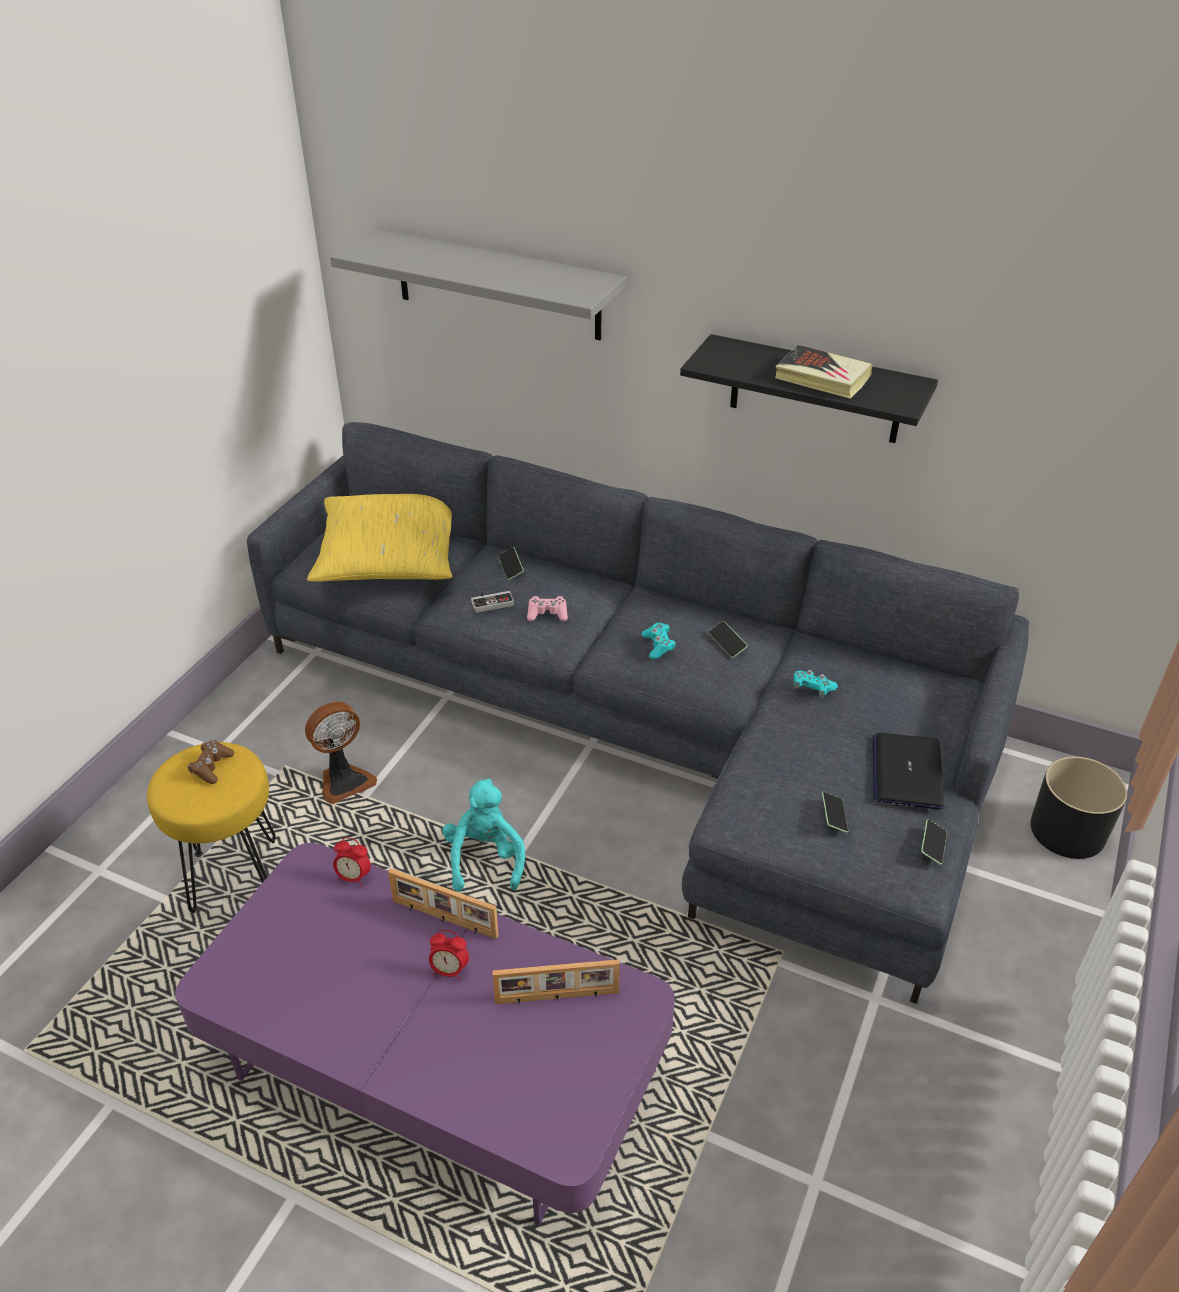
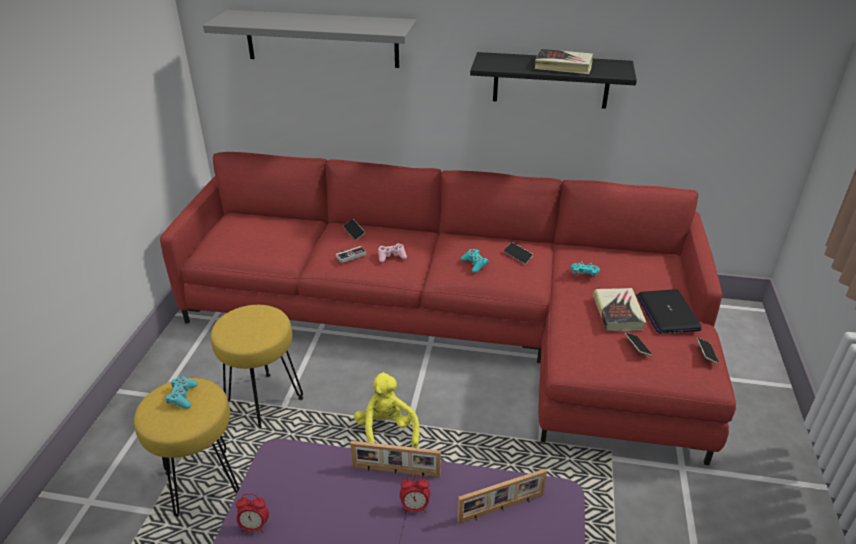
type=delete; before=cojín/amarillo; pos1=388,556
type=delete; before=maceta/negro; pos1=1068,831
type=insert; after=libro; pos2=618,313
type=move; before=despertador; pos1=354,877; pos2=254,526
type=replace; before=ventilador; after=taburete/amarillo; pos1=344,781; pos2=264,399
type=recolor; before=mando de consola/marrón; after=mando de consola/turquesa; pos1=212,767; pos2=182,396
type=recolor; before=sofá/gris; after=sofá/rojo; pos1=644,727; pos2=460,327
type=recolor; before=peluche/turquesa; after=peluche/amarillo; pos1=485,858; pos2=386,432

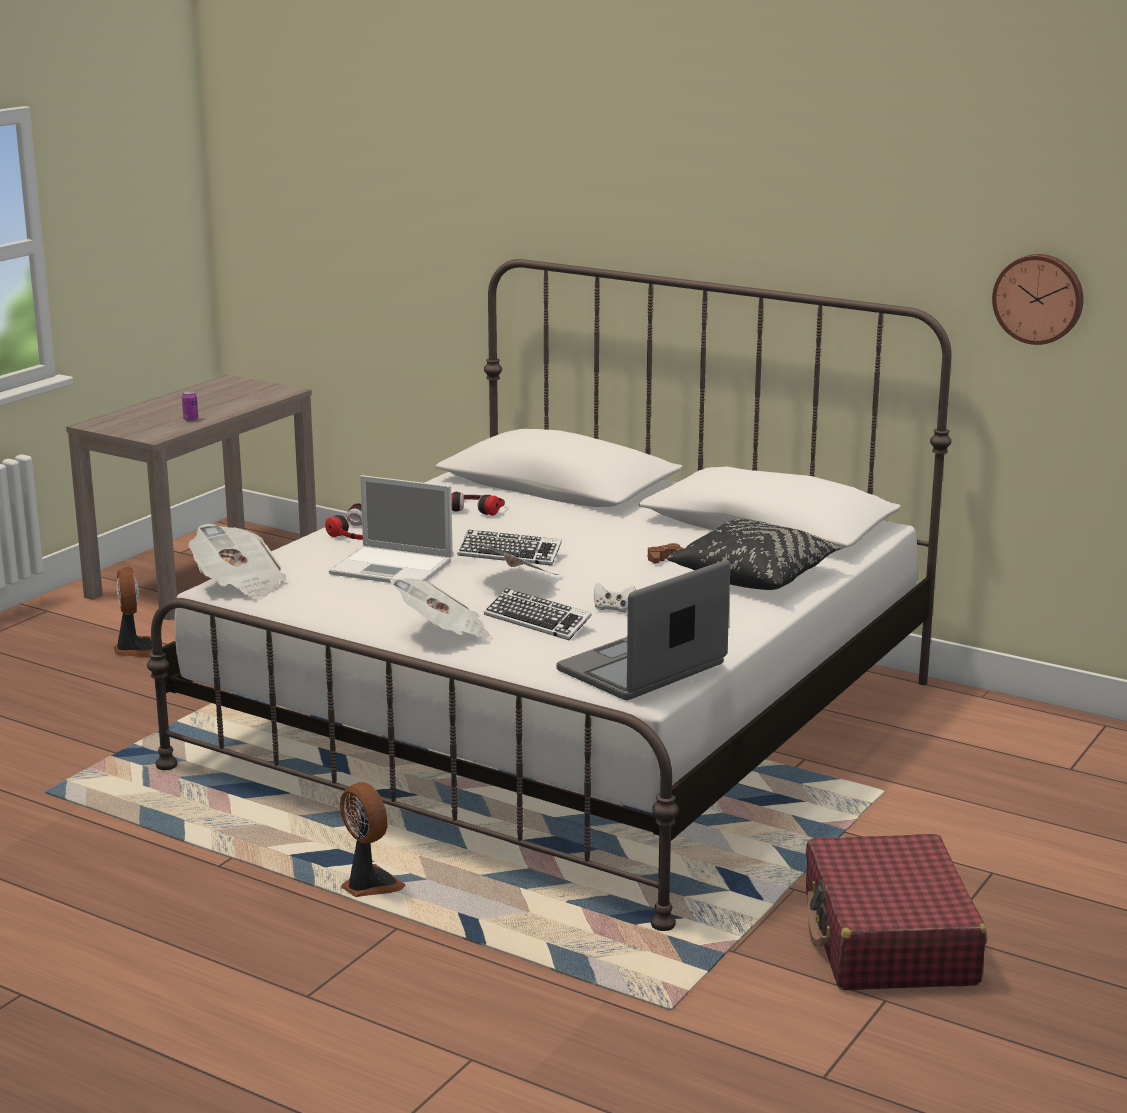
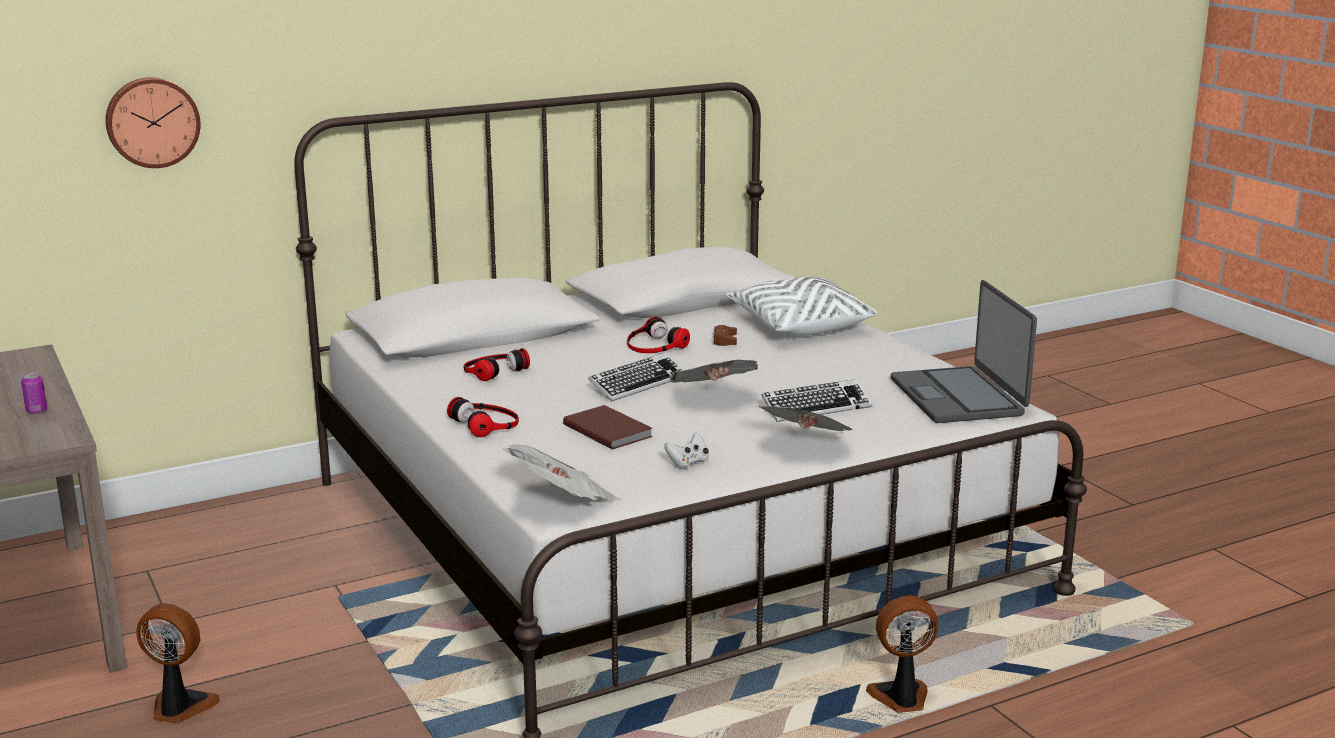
type=delete; before=maleta/rojo; pos1=888,939
type=insert; after=auriculares; pos2=654,345
type=move; before=mando de consola/blanco; pos1=613,609; pos2=688,463
type=move; before=reloj de pared; pos1=1039,298; pos2=152,122
type=replace; before=portátil; after=libro/marrón; pos1=394,567; pos2=608,430
type=recolor; before=cojín/negro; after=cojín/blanco; pos1=754,576; pos2=798,325

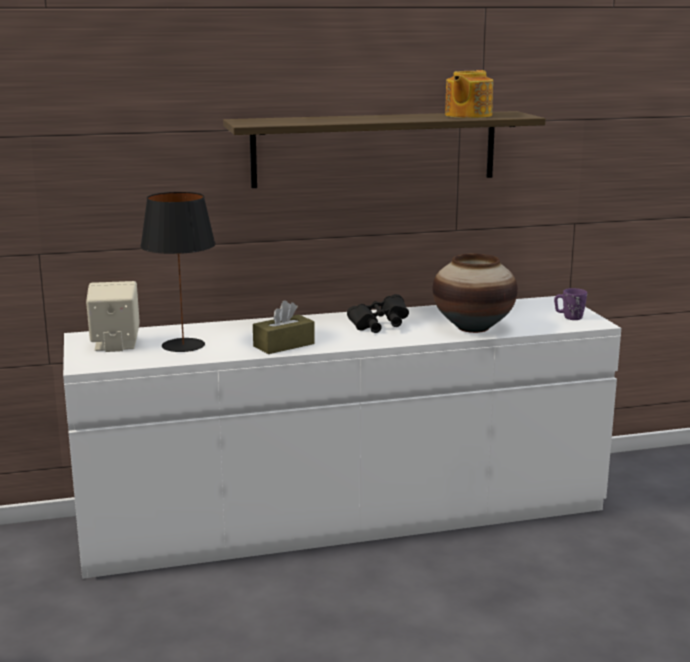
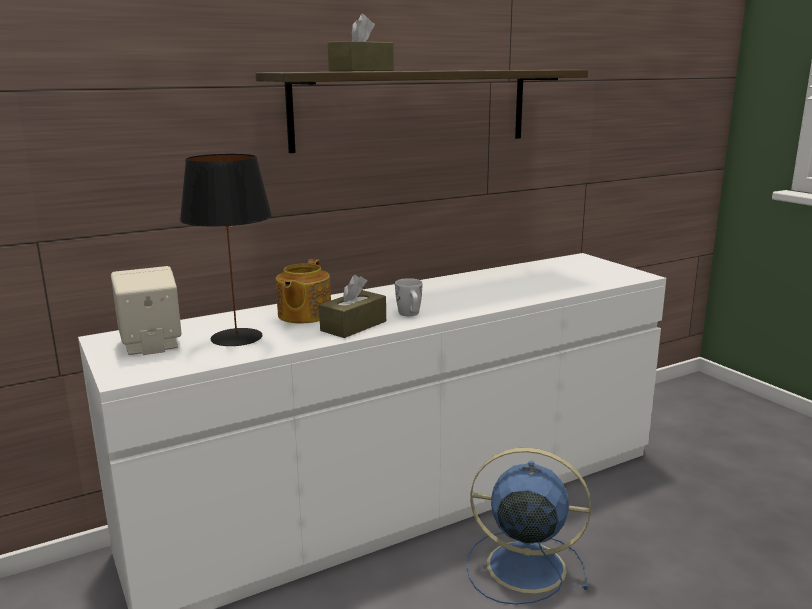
type=delete; before=prismáticos/negro; pos1=379,326
type=delete; before=florero; pos1=472,328
type=delete; before=taza grande/morado; pos1=569,317
type=insert; after=caja de pañuelos/marrón; pos2=361,70
type=insert; after=taza grande/blanco; pos2=410,314
type=insert; after=ventilador/azul; pos2=522,566
type=move; before=tetera; pos1=467,115; pos2=303,315

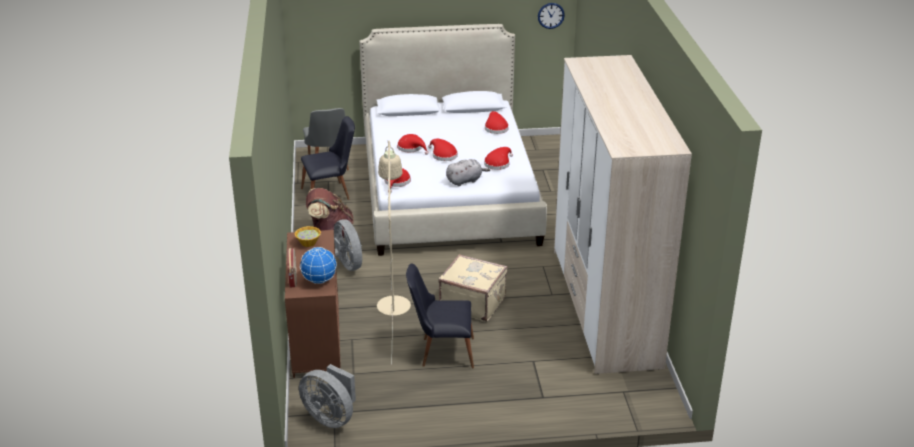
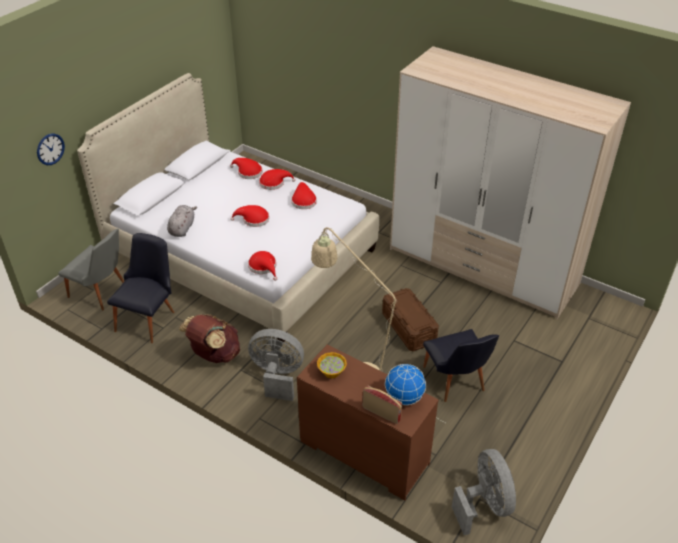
type=move; before=sombrero/rojo; pos1=411,148; pos2=274,183
type=move; before=peluche/gris; pos1=465,181; pos2=182,228
type=move; before=reloj de pared; pos1=551,15; pos2=50,149
type=replace; before=maleta/beis; after=caja de almacenaje/marrón; pos1=472,303; pos2=408,328
type=rotate; before=ventilador/gris; pos1=331,417; pos2=484,504; turn=-90
type=rotate; before=silla/negro; pos1=441,351; pos2=456,383; turn=-60

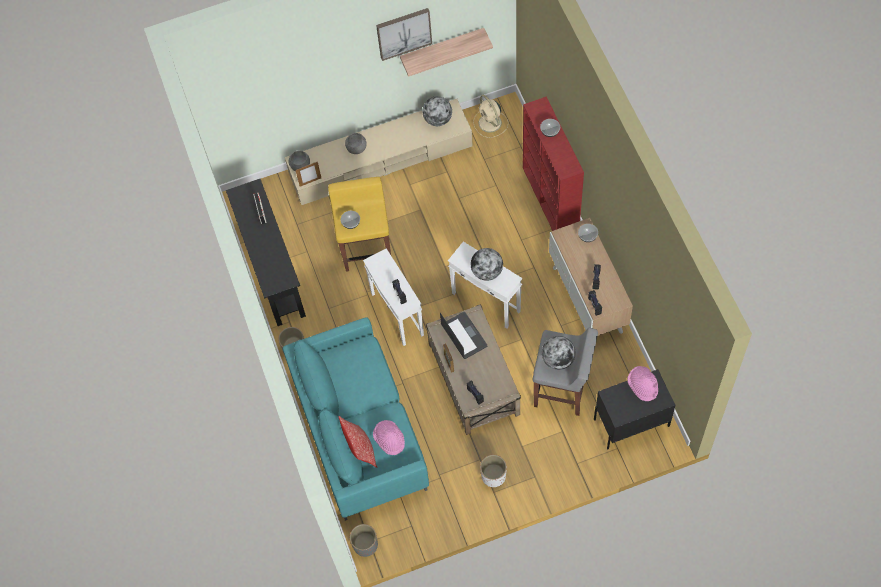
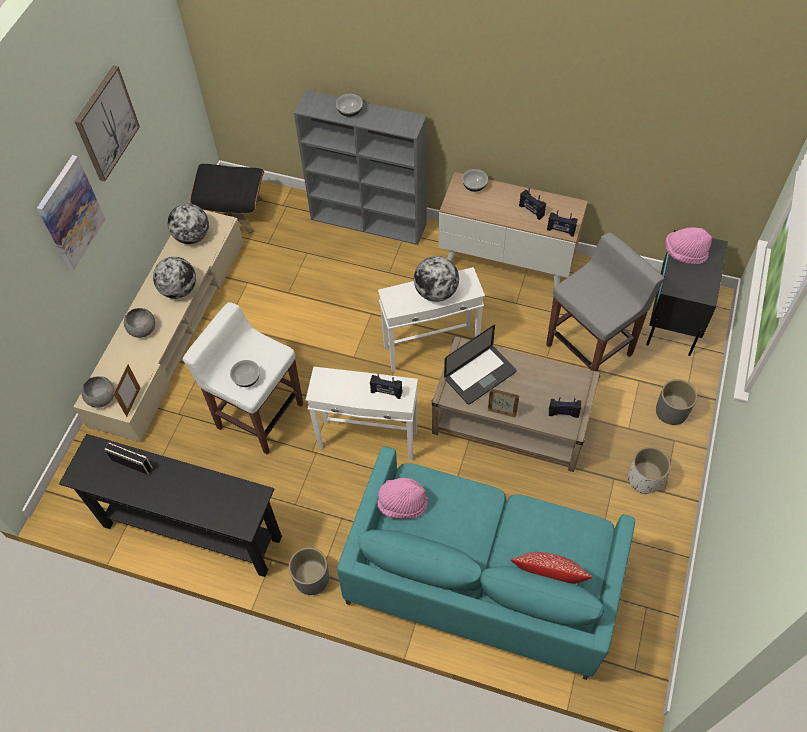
type=delete; before=estante; pos1=442,49
type=insert; after=cuadro; pos2=70,213
type=move; before=maceta/gris; pos1=365,545; pos2=671,412
type=move; before=sombrero/rosa; pos1=389,440; pos2=401,503
type=move; before=globo terráqueo; pos1=558,359; pos2=179,290
type=replace; before=ventilador/beis; after=puf/negro; pos1=490,123; pos2=234,212
type=recolor; before=taburete/amarillo; after=taburete/blanco; pos1=366,248; pos2=259,415
type=recolor; before=estantería/rojo; after=estantería/gris; pos1=551,200; pos2=370,221
type=rotate; before=portátil; pos1=464,336; pos2=480,375; turn=135

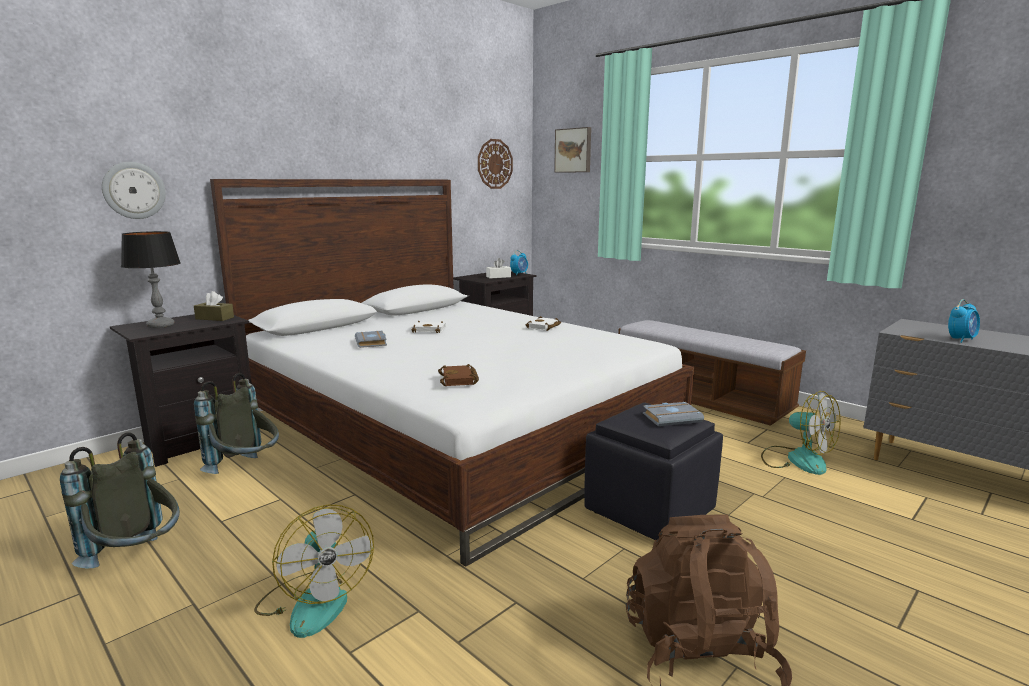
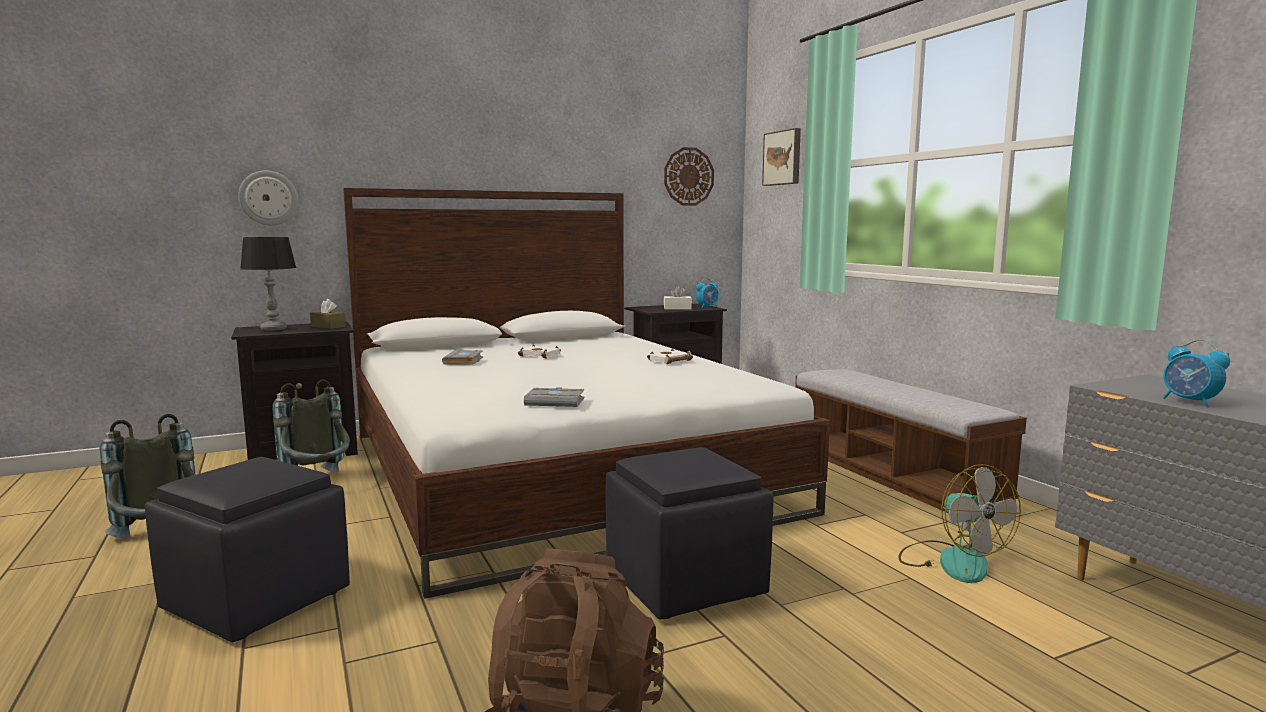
type=delete; before=libro/marrón; pos1=460,380
type=move; before=libro/gris; pos1=672,417; pos2=556,402
type=replace; before=ventilador; after=puf/negro; pos1=314,601; pos2=259,599
type=rotate; before=despertador; pos1=961,340; pos2=1190,402; turn=75

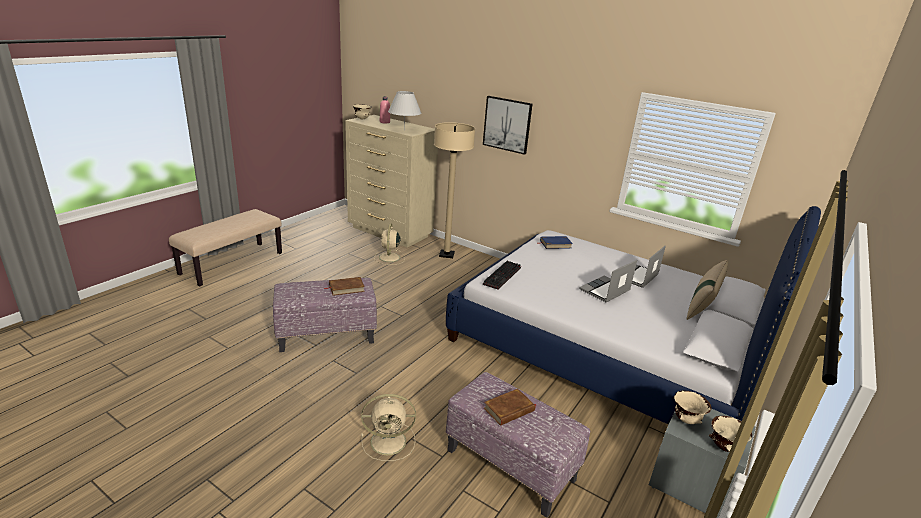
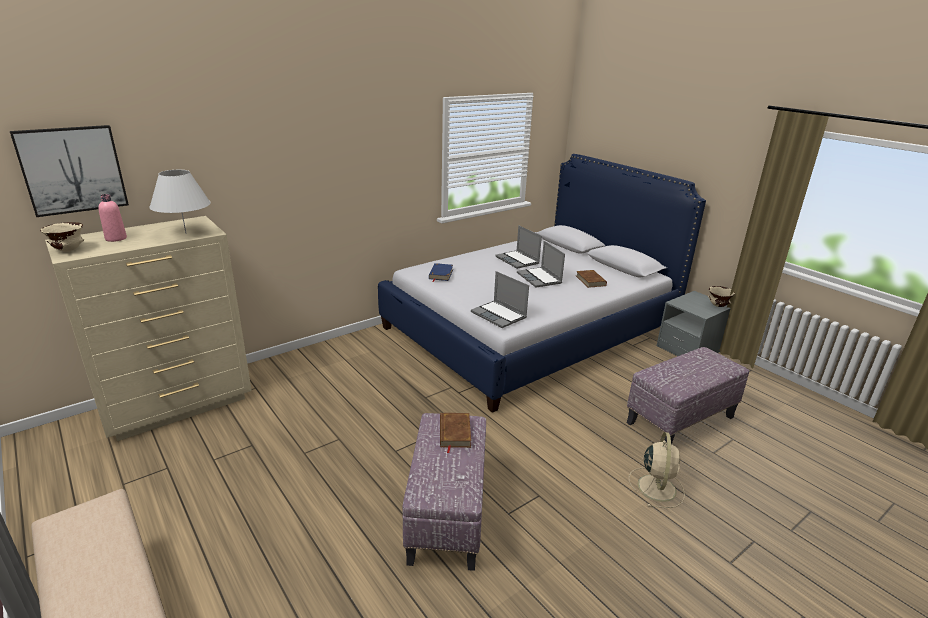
type=delete; before=ventilador/beis; pos1=389,258
type=delete; before=lámpara de pie/beis; pos1=446,254
type=delete; before=cuenco/beis; pos1=686,420
type=delete; before=cojín/beis; pos1=702,305
type=move; before=cuadro; pos1=507,124; pos2=72,170
type=move; before=libro/marrón; pos1=509,410; pos2=590,281
type=replace; before=teclado; after=portátil; pos1=503,276; pos2=499,315

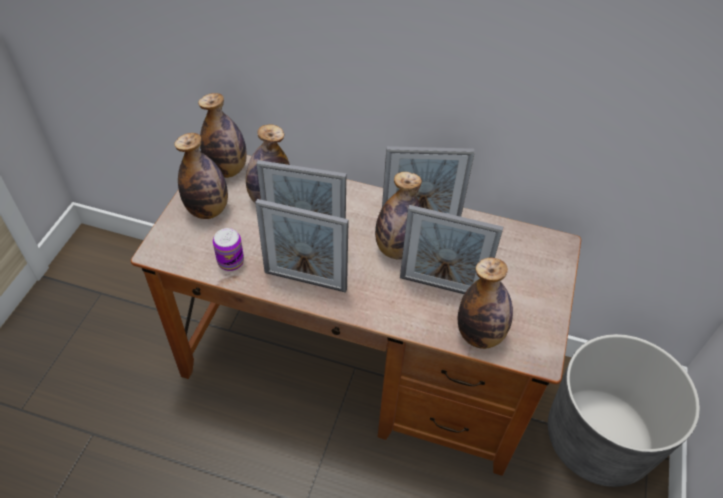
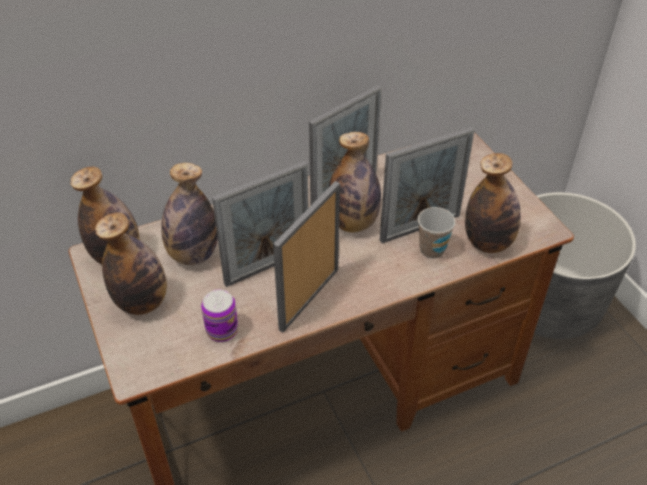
type=insert; after=taza; pos2=432,250
type=rotate; before=portarretratos; pos1=305,281; pos2=309,299; turn=150

